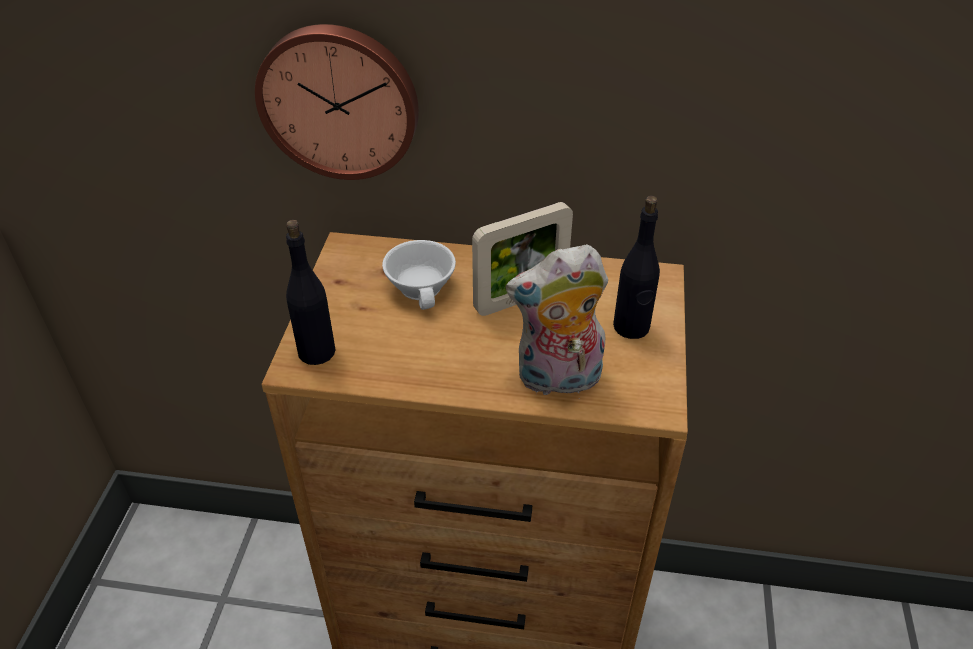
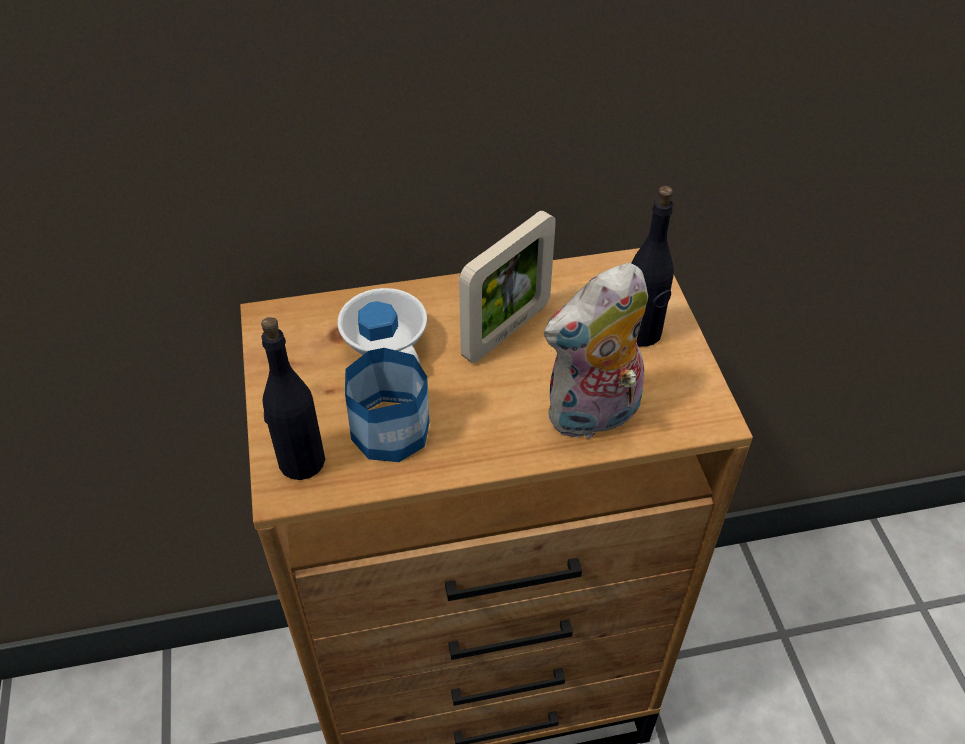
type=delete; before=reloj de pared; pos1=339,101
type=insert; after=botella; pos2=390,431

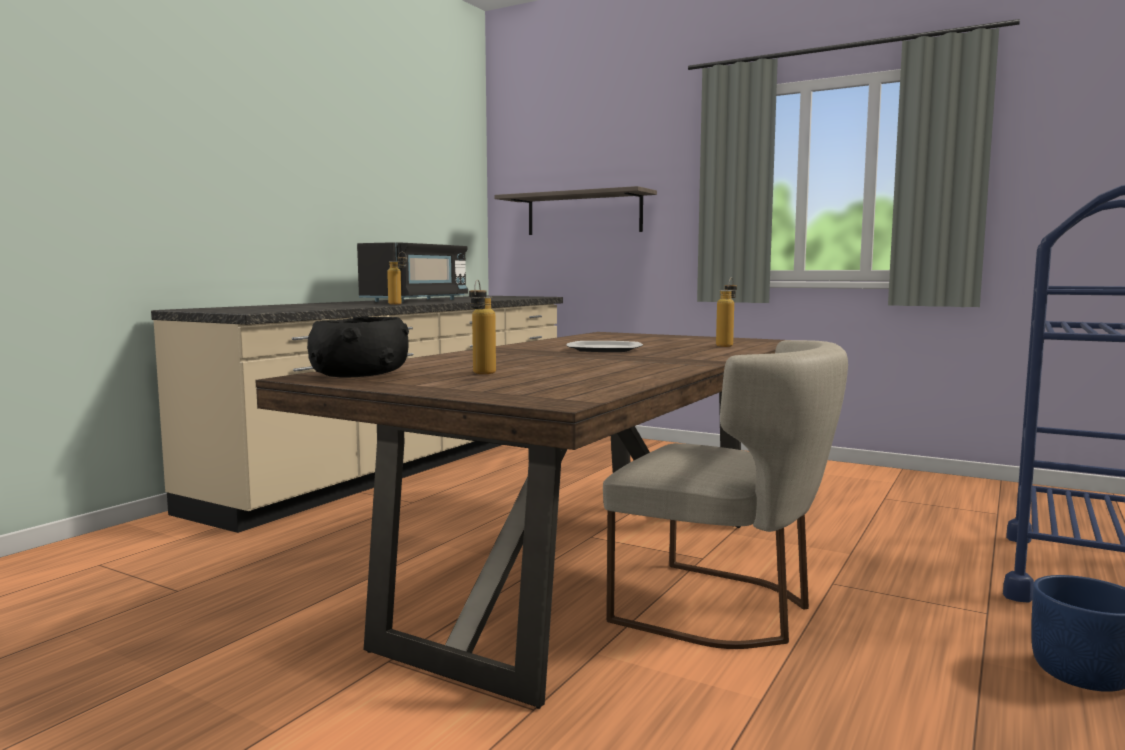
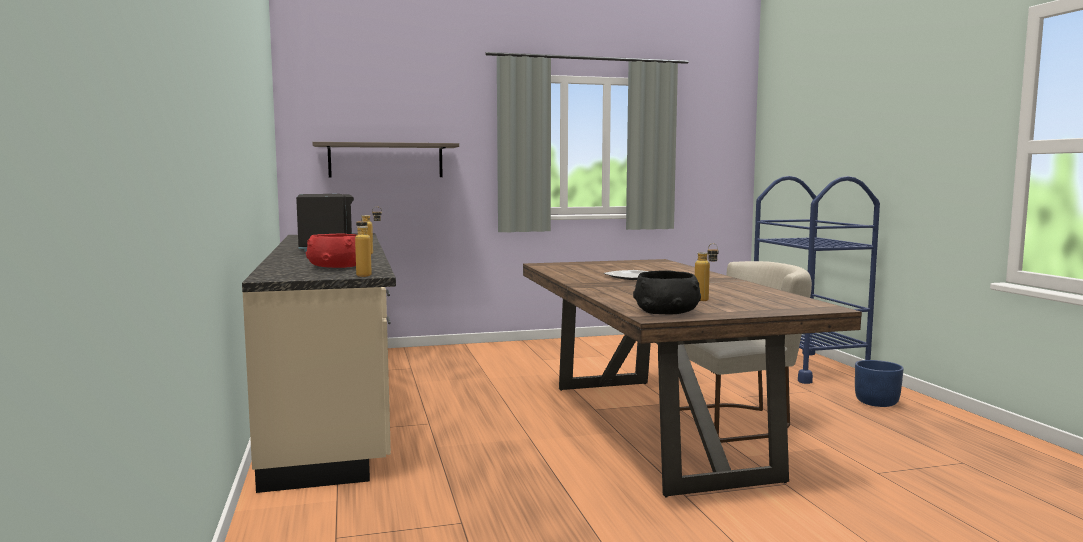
type=insert; after=cuenco/rojo; pos2=335,267
type=move; before=botella; pos1=726,345; pos2=363,275

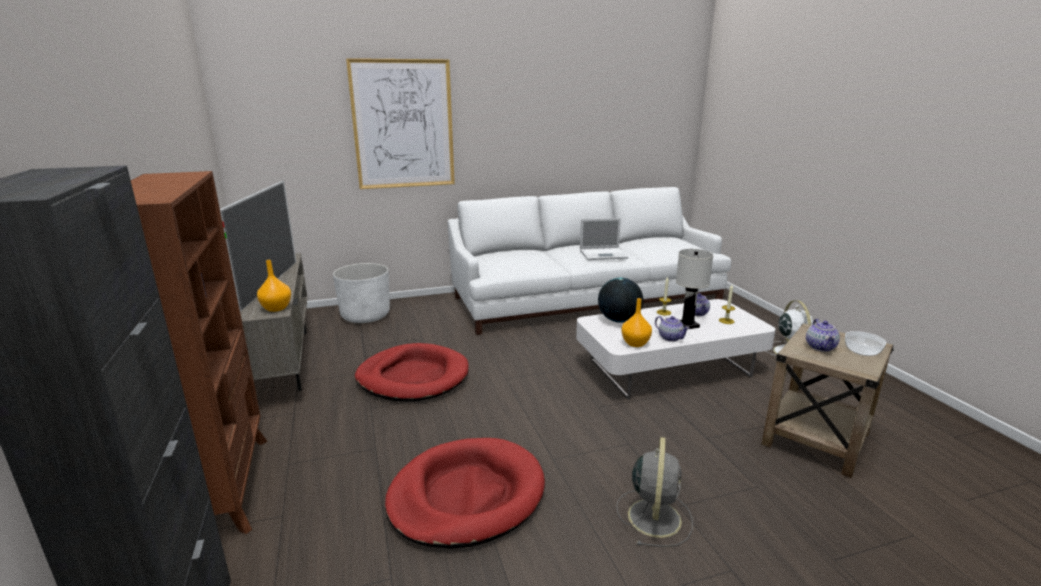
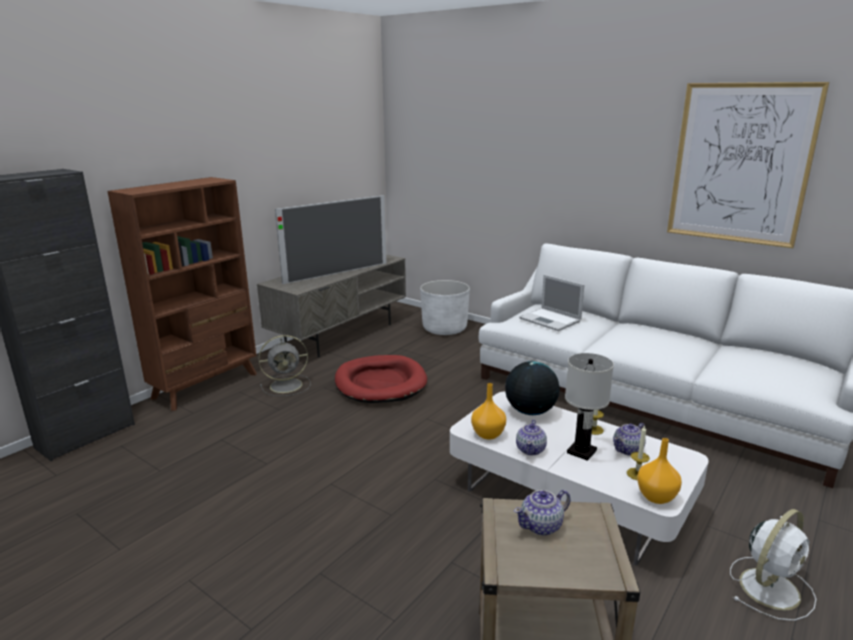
type=delete; before=cama para perro/rojo; pos1=466,496
type=delete; before=cuenco; pos1=861,351
type=move; before=florero/naranja; pos1=276,308; pos2=655,496
type=move; before=cuadro; pos1=403,125; pos2=740,164
type=move; before=portátil; pos1=604,254; pos2=551,320
type=move; before=ventilador/gris; pos1=654,516; pos2=287,385

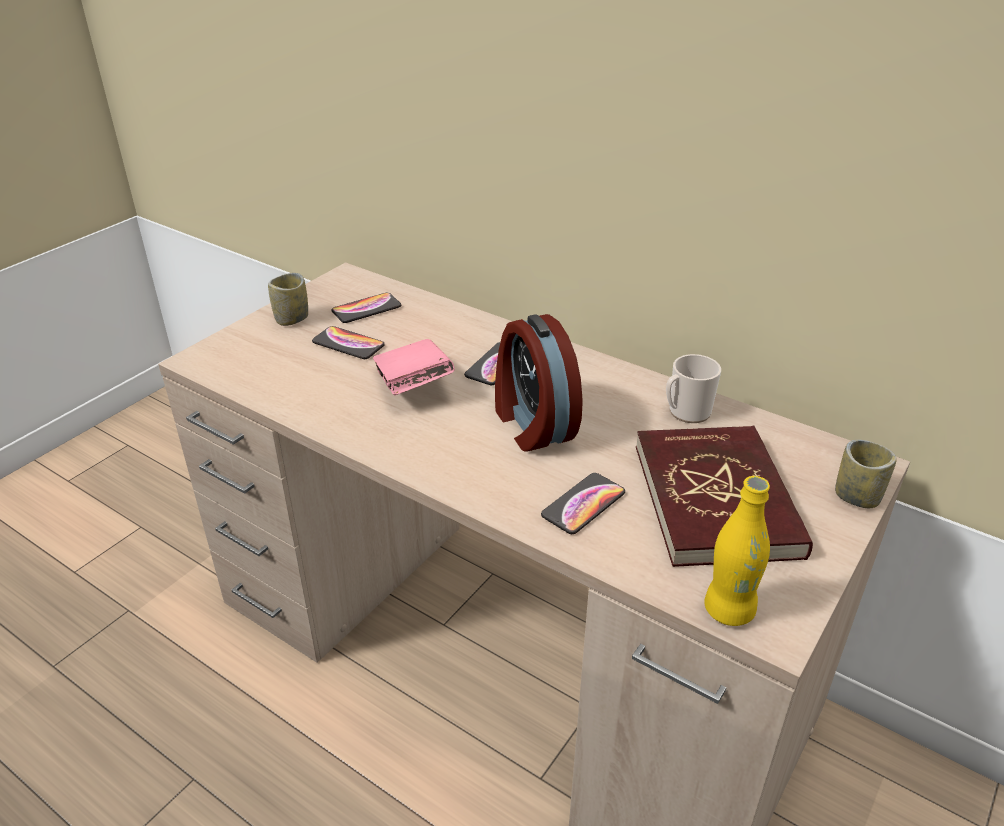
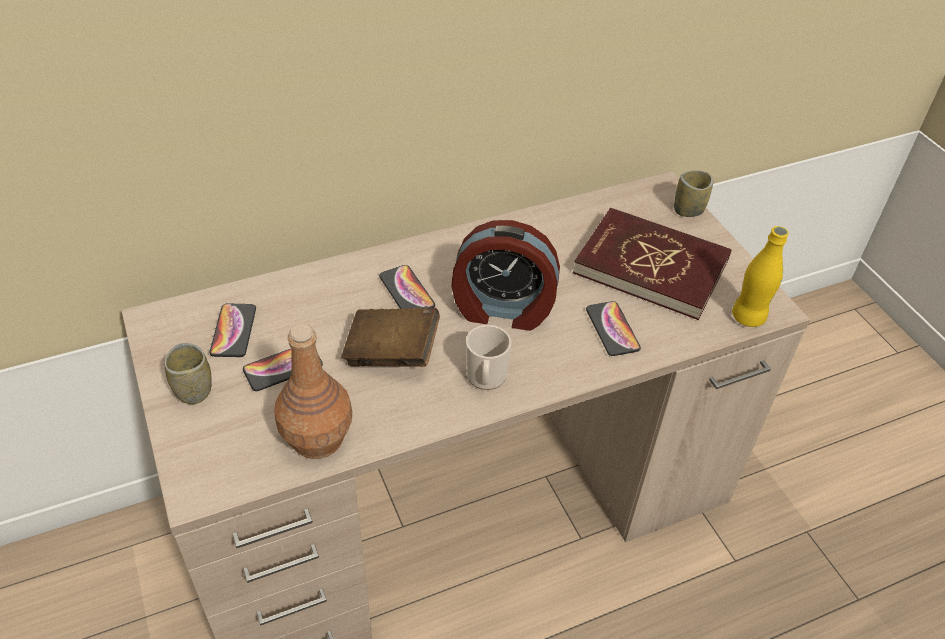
type=insert; after=botella/marrón; pos2=316,438
type=move; before=taza grande; pos1=685,412; pos2=486,379
type=recolor; before=libro/rosa; after=libro/marrón; pos1=413,386; pos2=391,353

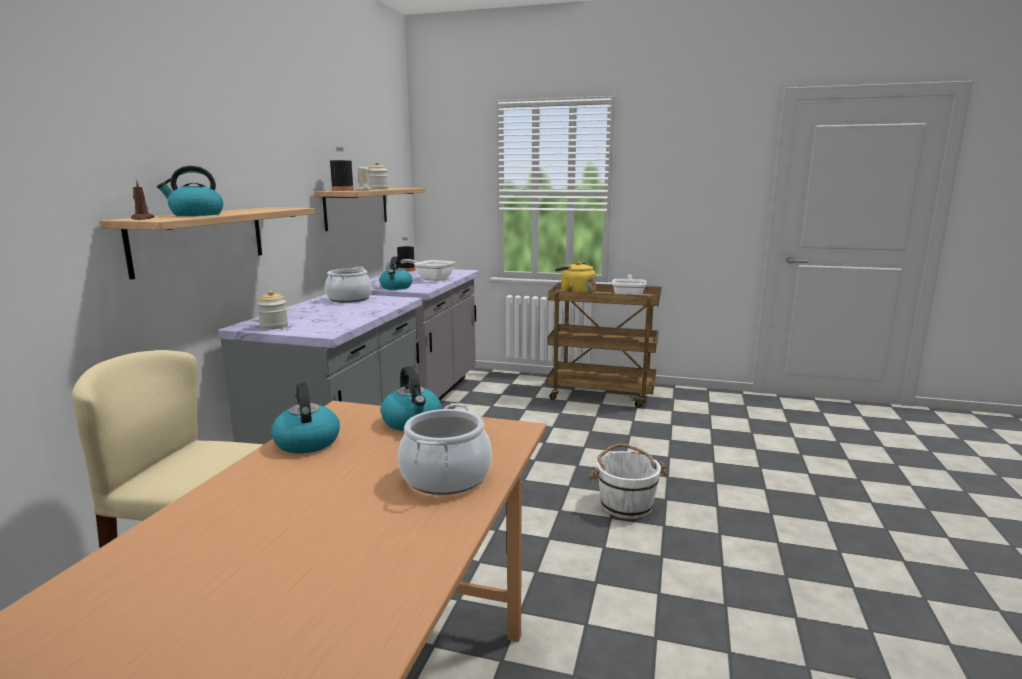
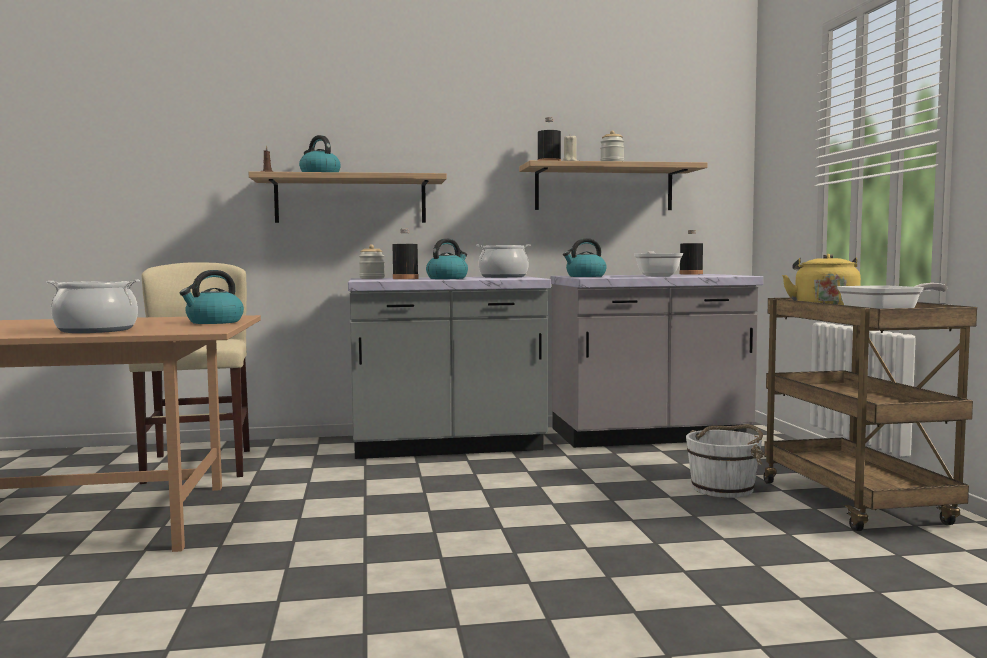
type=insert; after=botella/negro; pos2=405,278
type=move; before=hervidor; pos1=307,442; pos2=447,278
type=move; before=cubo/blanco; pos1=626,504; pos2=723,488

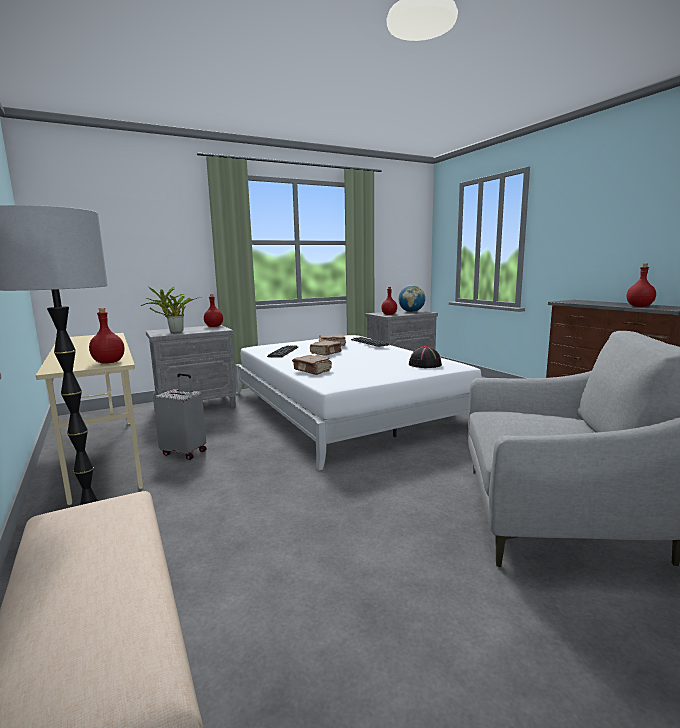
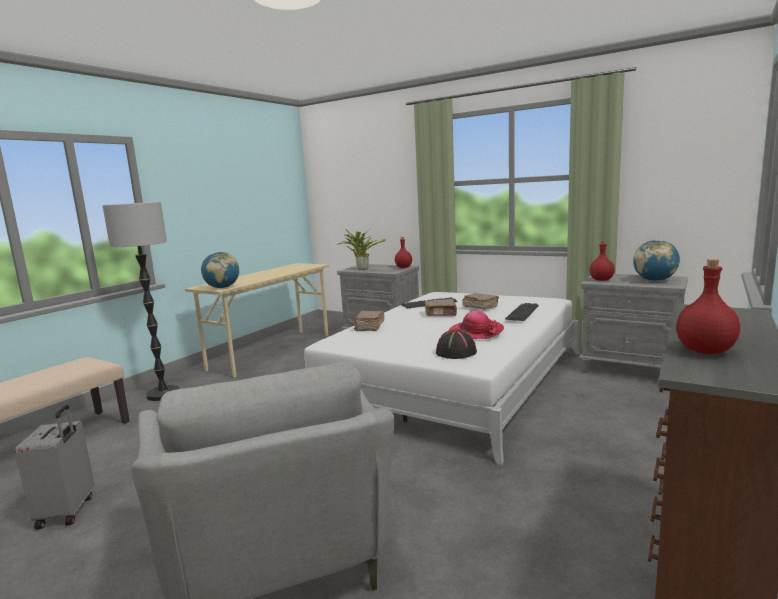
type=insert; after=sombrero; pos2=476,332
type=move; before=maleta/gris; pos1=185,452; pos2=68,511
type=replace; before=botella/rojo; after=globo terráqueo; pos1=109,362; pos2=222,287

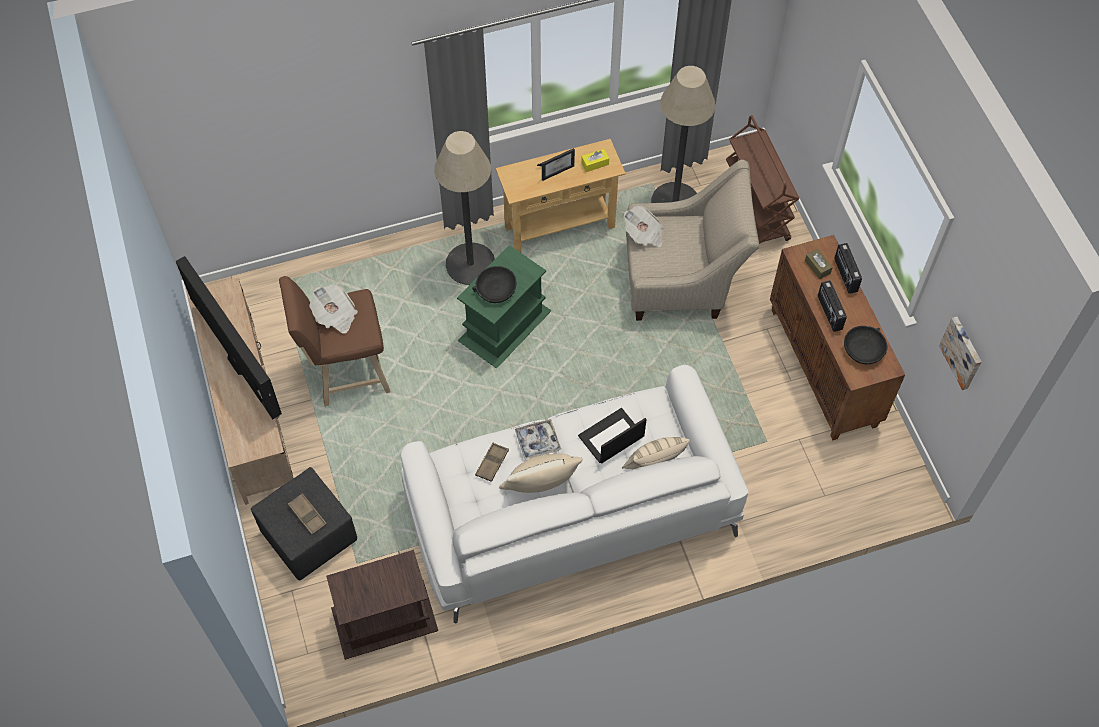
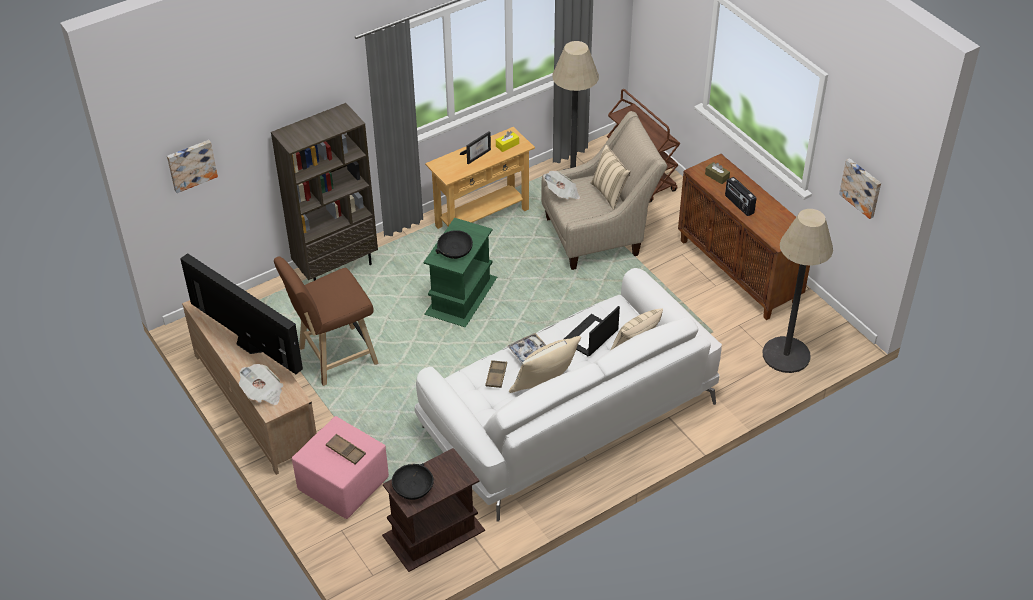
type=delete; before=radio; pos1=845,275
type=insert; after=cuadro; pos2=191,165
type=insert; after=estantería/marrón; pos2=336,267
type=insert; after=cojín/beis; pos2=609,194
type=move; before=periódico; pos1=335,316; pos2=263,392
type=move; before=lámpara de pie; pos1=470,264; pos2=786,355
type=move; before=cuenco/negro; pos1=863,349; pos2=413,486
type=recolor; before=puf/negro; after=puf/rosa; pos1=308,537; pos2=342,486

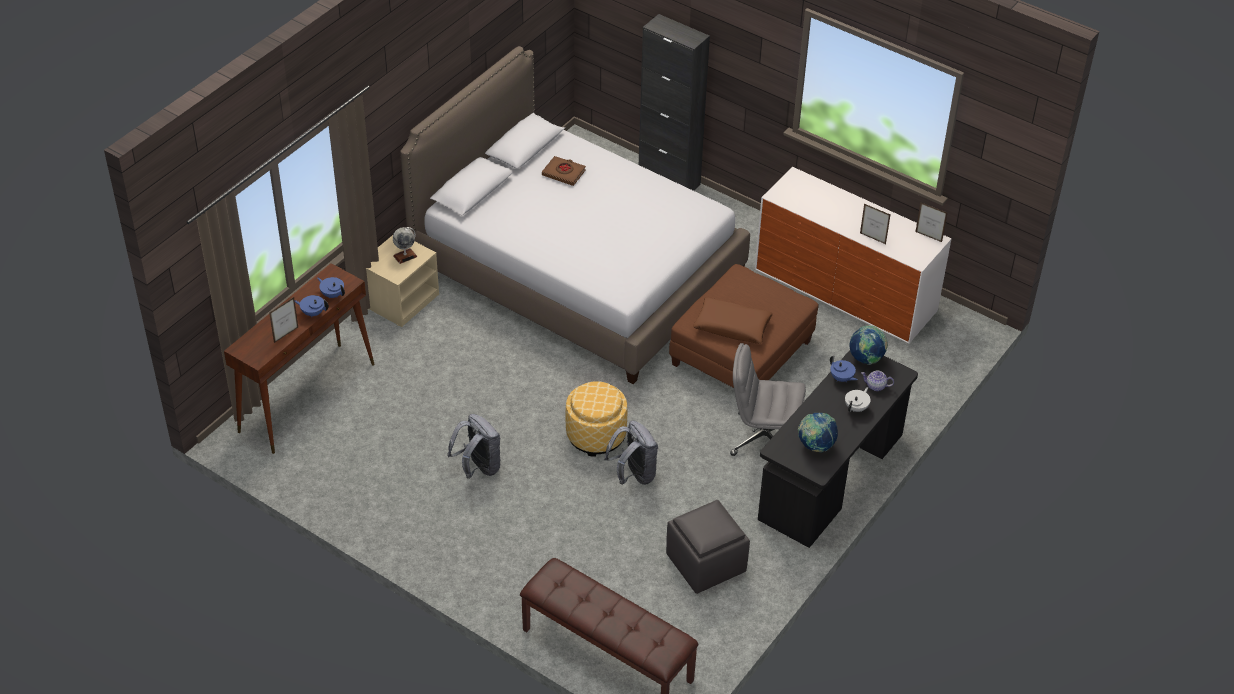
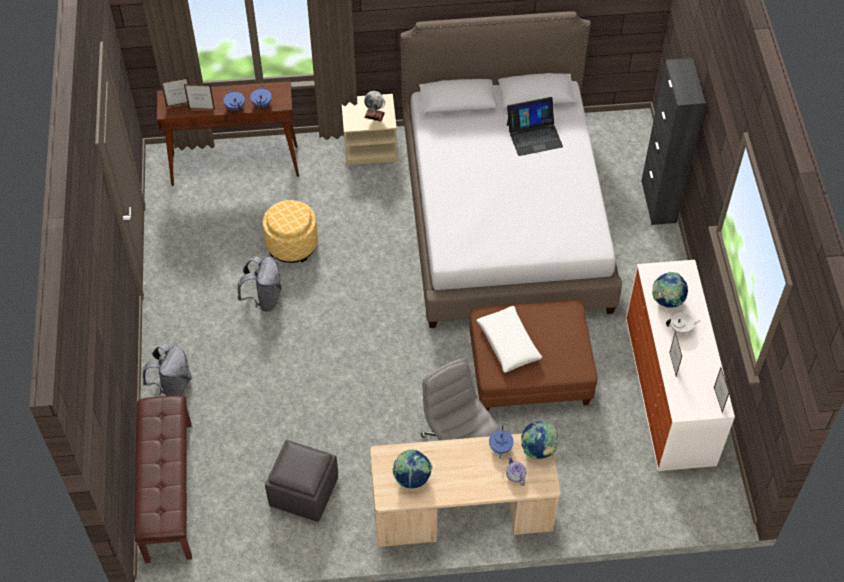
type=insert; after=portarretratos; pos2=179,104
type=insert; after=globo terráqueo; pos2=667,300
type=move; before=puf; pos1=596,435; pos2=292,244
type=move; before=mochila/gris; pos1=633,475; pos2=172,386
type=move; before=tetera/blanco; pos1=856,408; pos2=680,329
type=replace; before=libro/marrón; after=portátil; pos1=564,173; pos2=534,135
type=recolor; before=cojín/marrón; after=cojín/blanco; pos1=732,326; pos2=508,343
type=recolor; before=escritorio/negro; after=escritorio/beis; pos1=831,479; pos2=462,514

